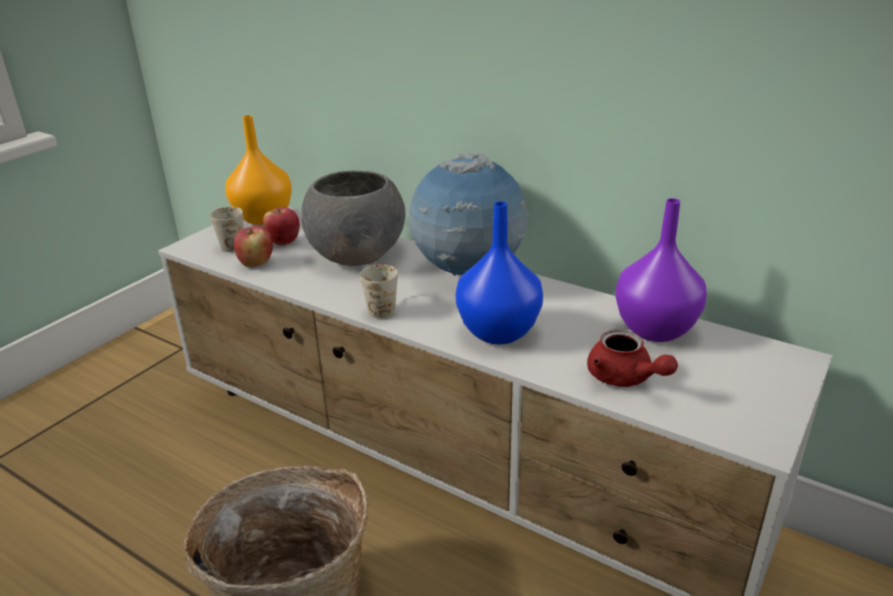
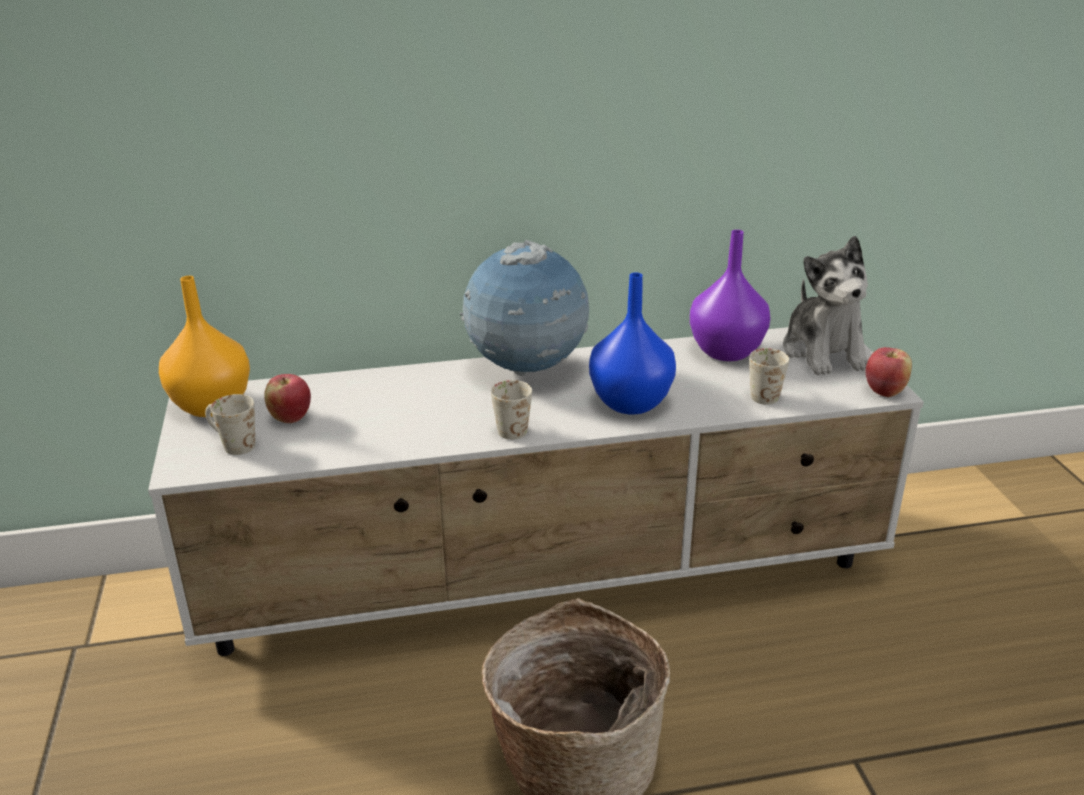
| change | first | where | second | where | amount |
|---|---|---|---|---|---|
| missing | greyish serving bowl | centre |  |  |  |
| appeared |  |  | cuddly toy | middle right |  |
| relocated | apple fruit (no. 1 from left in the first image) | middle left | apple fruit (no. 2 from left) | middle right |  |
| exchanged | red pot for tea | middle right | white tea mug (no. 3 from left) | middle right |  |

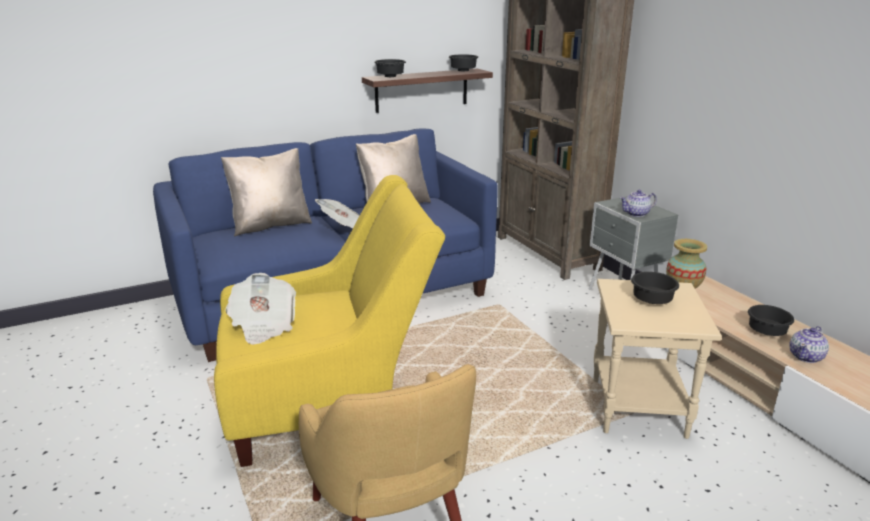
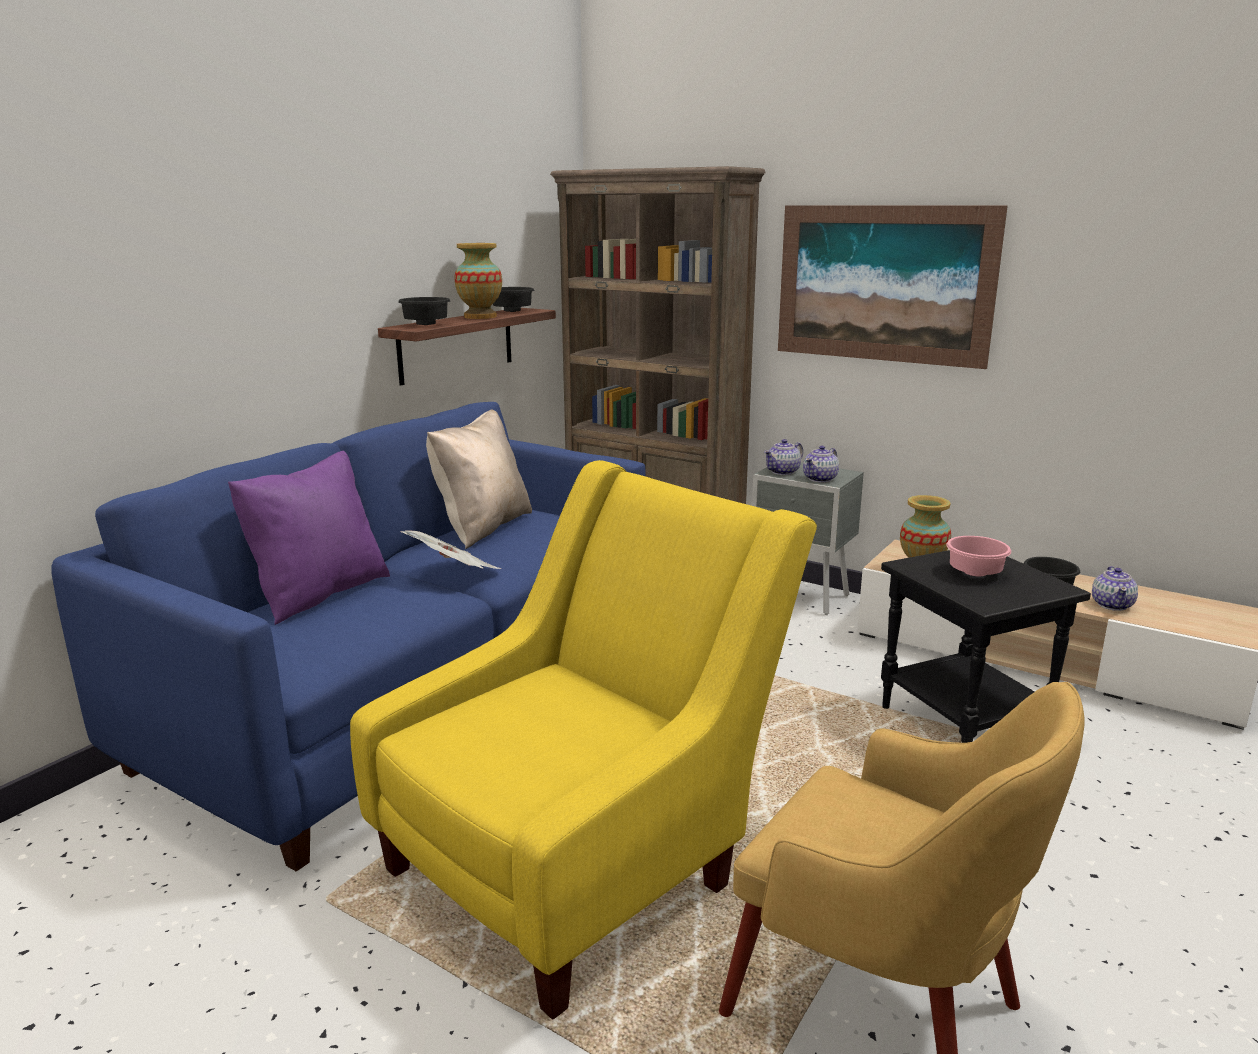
| change | first | where | second | where | amount |
|---|---|---|---|---|---|
| missing | printed paper (no. 1 from left) | middle left |  |  |  |
| appeared |  |  | decorative vase (no. 1 from left) | top centre |  |
| appeared |  |  | pot for tea (no. 1 from left) | centre |  |
| appeared |  |  | wall picture | top right |  |
| colour | beige-coloured cushion (no. 1 from left) | middle left | purplish cushion | middle left |  |
| colour | beige-coloured end table | bottom right | blackish end table | middle right |  |
| colour | blackish serving bowl (no. 3 from left) | middle right | pink-coloured serving bowl | middle right |  |

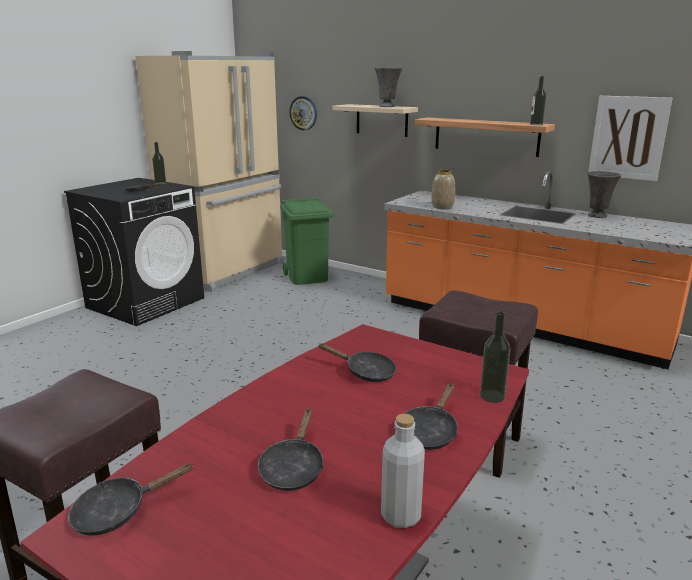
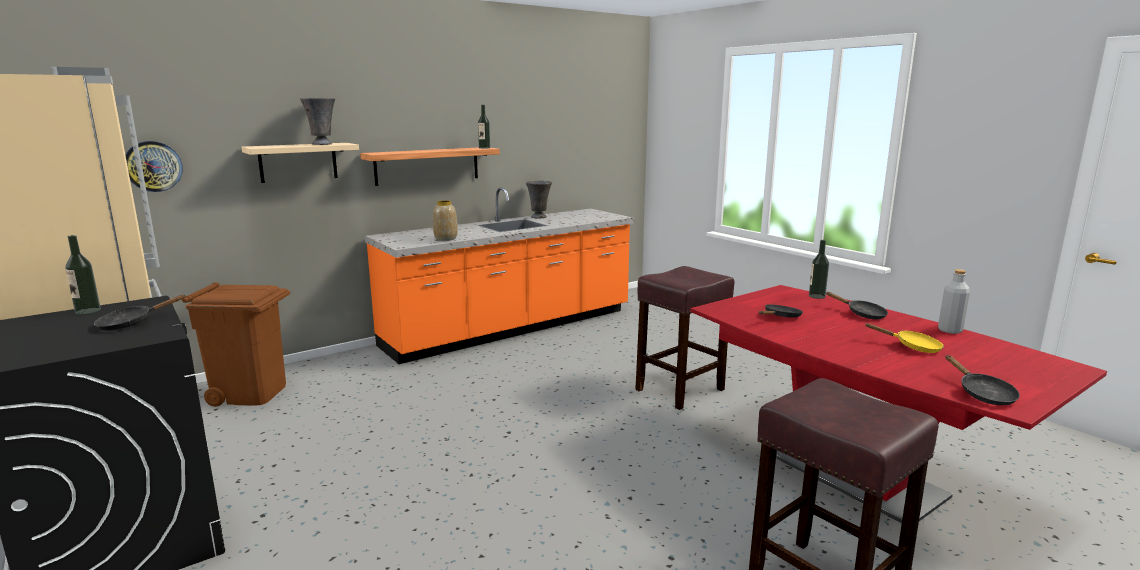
| change | first | where | second | where | amount |
|---|---|---|---|---|---|
| missing | wall picture | top right |  |  |  |
| colour | blackish skillet (no. 3 from left) | bottom centre | yellowish skillet | middle right |  |
| colour | green-coloured rubbish bin | centre | brown rubbish bin | middle left |  |

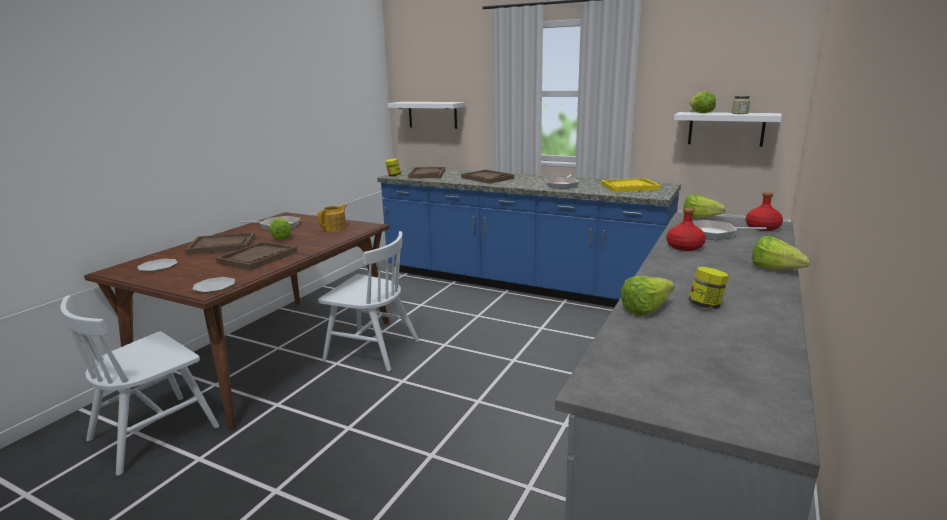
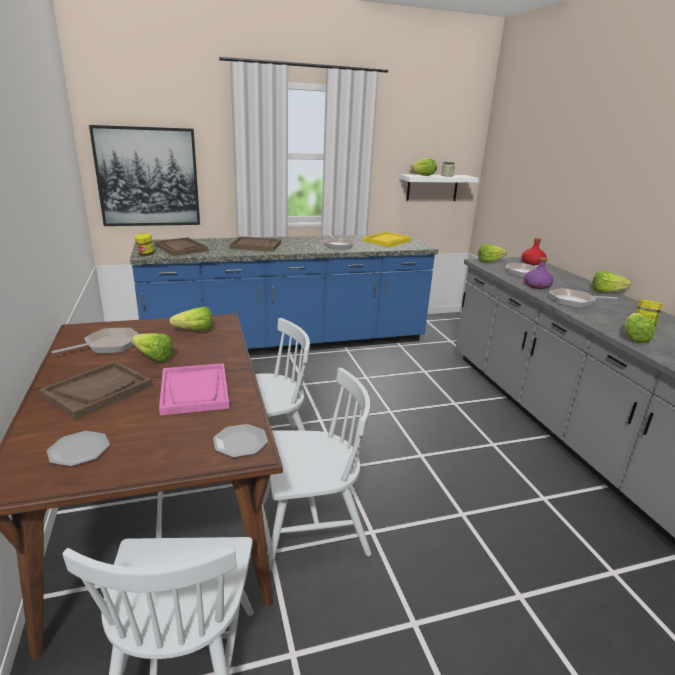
| change | first | where | second | where | amount |
|---|---|---|---|---|---|
| appeared |  |  | white upright chair (no. 3 from left) | bottom centre |  |
| appeared |  |  | skillet (no. 4 from left) | middle right |  |
| exchanged | pot for tea | centre | lettuce head (no. 2 from left) | middle left |  |
| exchanged | white bracket shelf (no. 1 from left) | top centre | wall picture | top left |  |
| colour | brown serving tray (no. 2 from left) | middle left | pink-coloured serving tray | middle left |  |
| colour | red bottle (no. 1 from left) | middle right | purplish bottle | middle right |  |

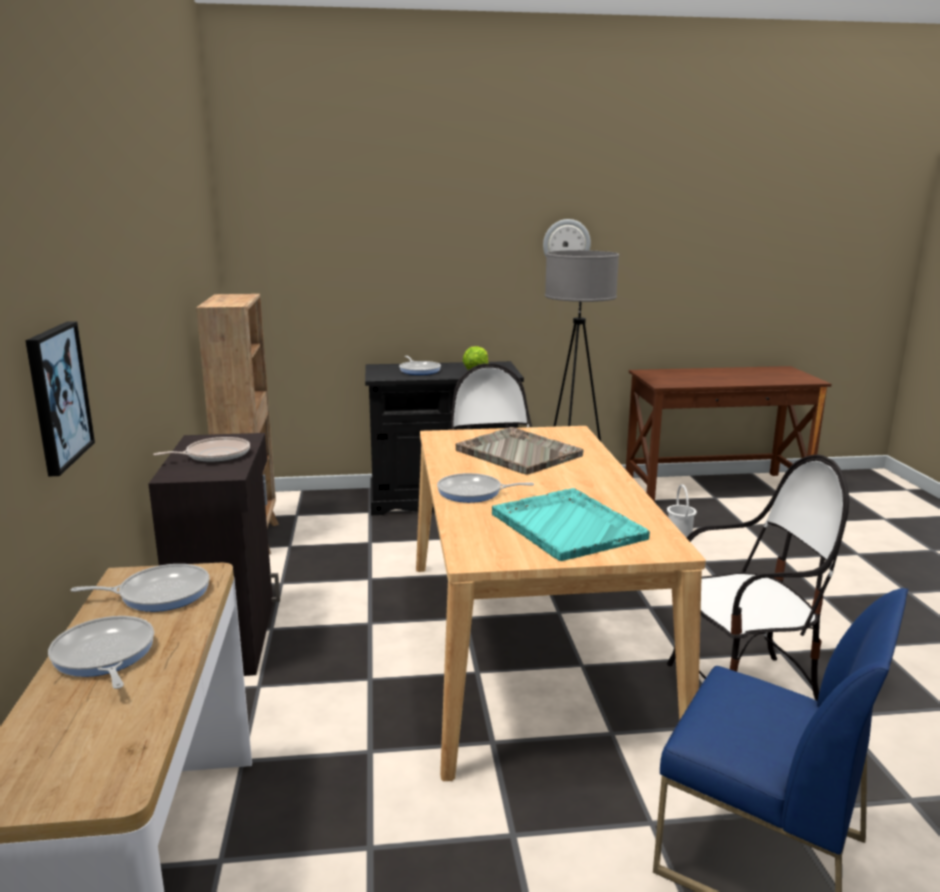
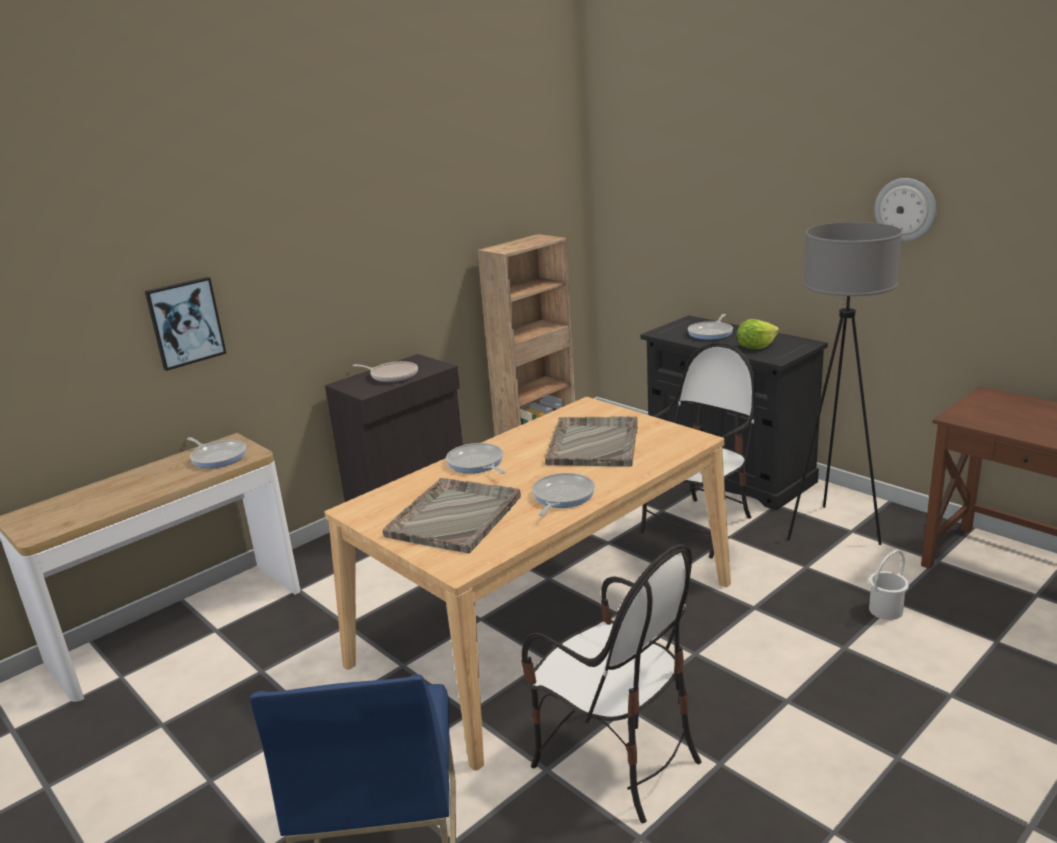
| change | first | where | second | where | amount |
|---|---|---|---|---|---|
| relocated | skillet (no. 1 from left in the first image) | bottom left | skillet (no. 4 from left) | centre |  |
| colour | turquoise-coloured serving tray | centre | greyish serving tray (no. 1 from left) | centre |  |

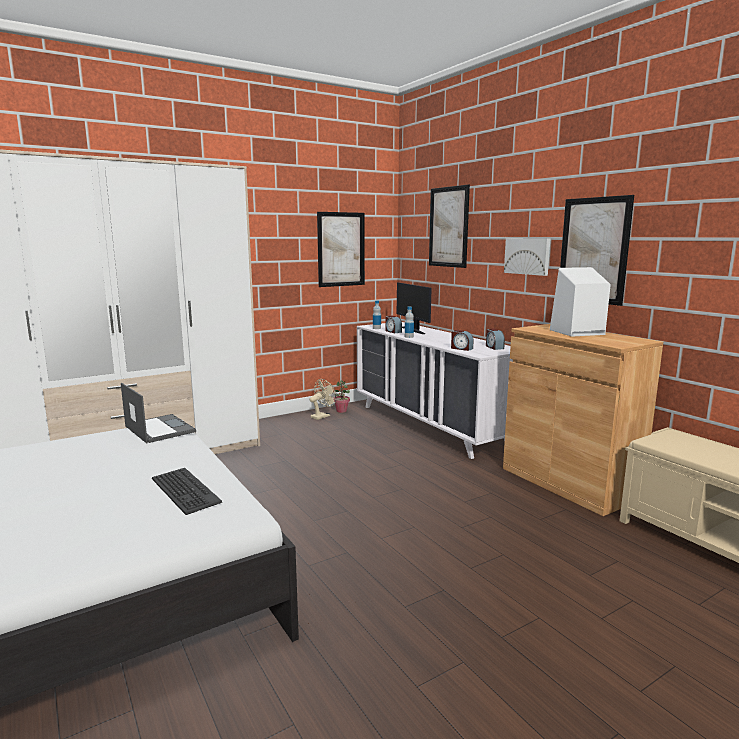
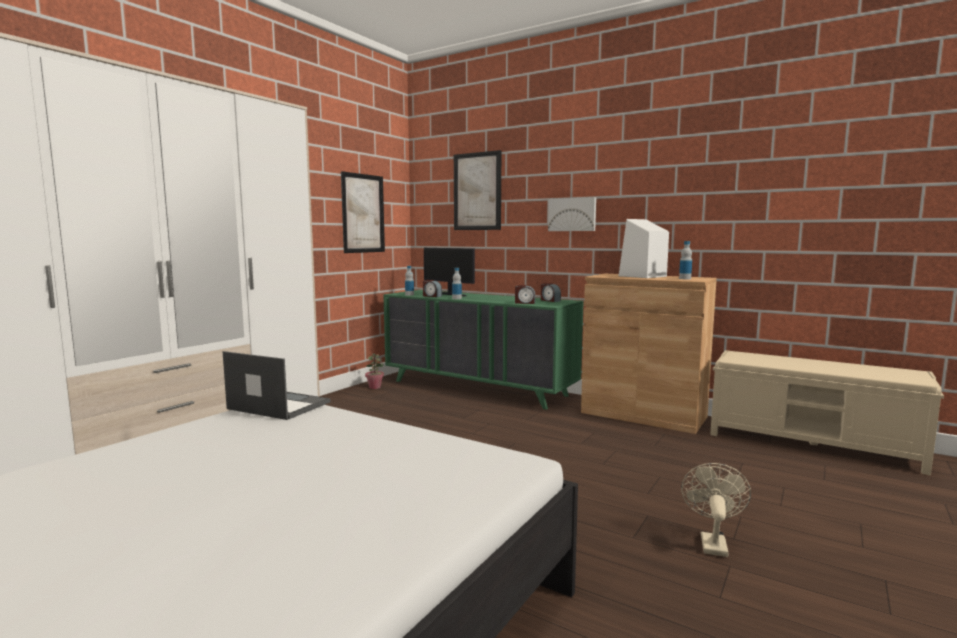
| change | first | where | second | where | amount |
|---|---|---|---|---|---|
| missing | PC keyboard | middle left |  |  |  |
| missing | wall picture (no. 4 from left) | middle right |  |  |  |
| appeared |  |  | bottle (no. 3 from left) | middle right |  |
| relocated | beige-coloured electric fan | centre |  | bottom right |  |
| colour | white drawer chest | centre | green-coloured drawer chest | centre |  |

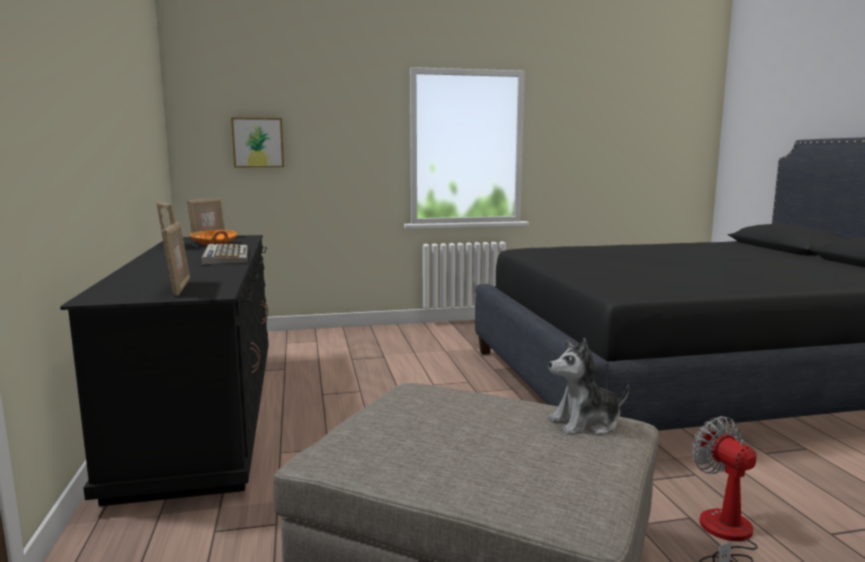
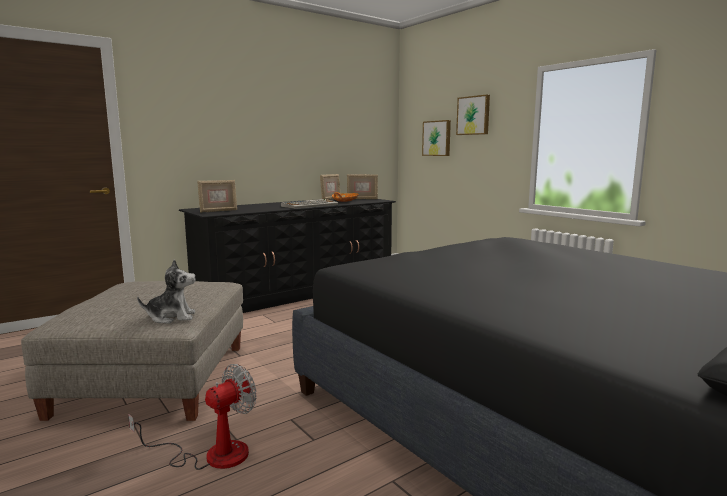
| change | first | where | second | where | amount |
|---|---|---|---|---|---|
| appeared |  |  | wall picture (no. 2 from left) | top centre |  |
| spun | cuddly toy | bottom right |  | middle left | 120 degrees clockwise |

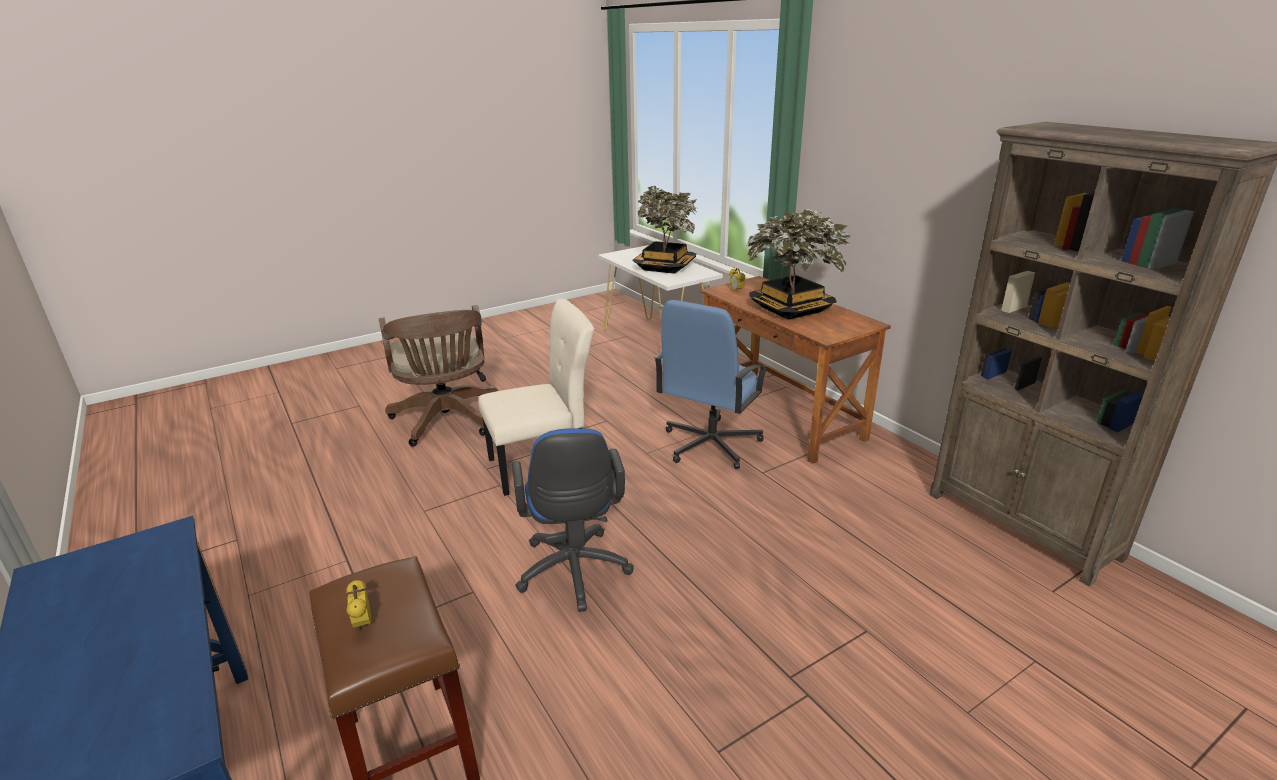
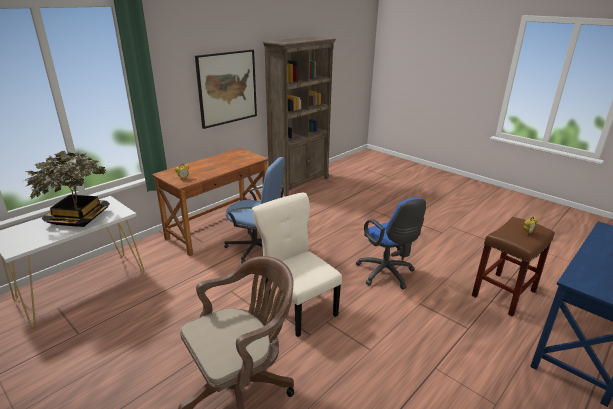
| change | first | where | second | where | amount |
|---|---|---|---|---|---|
| missing | plant in a pot (no. 2 from left) | centre |  |  |  |
| appeared |  |  | wall picture | top centre |  |
| spun | blue-coloured computer chair (no. 1 from left in the first image) | bottom centre | blue-coloured computer chair (no. 2 from left) | centre | 90 degrees clockwise |

